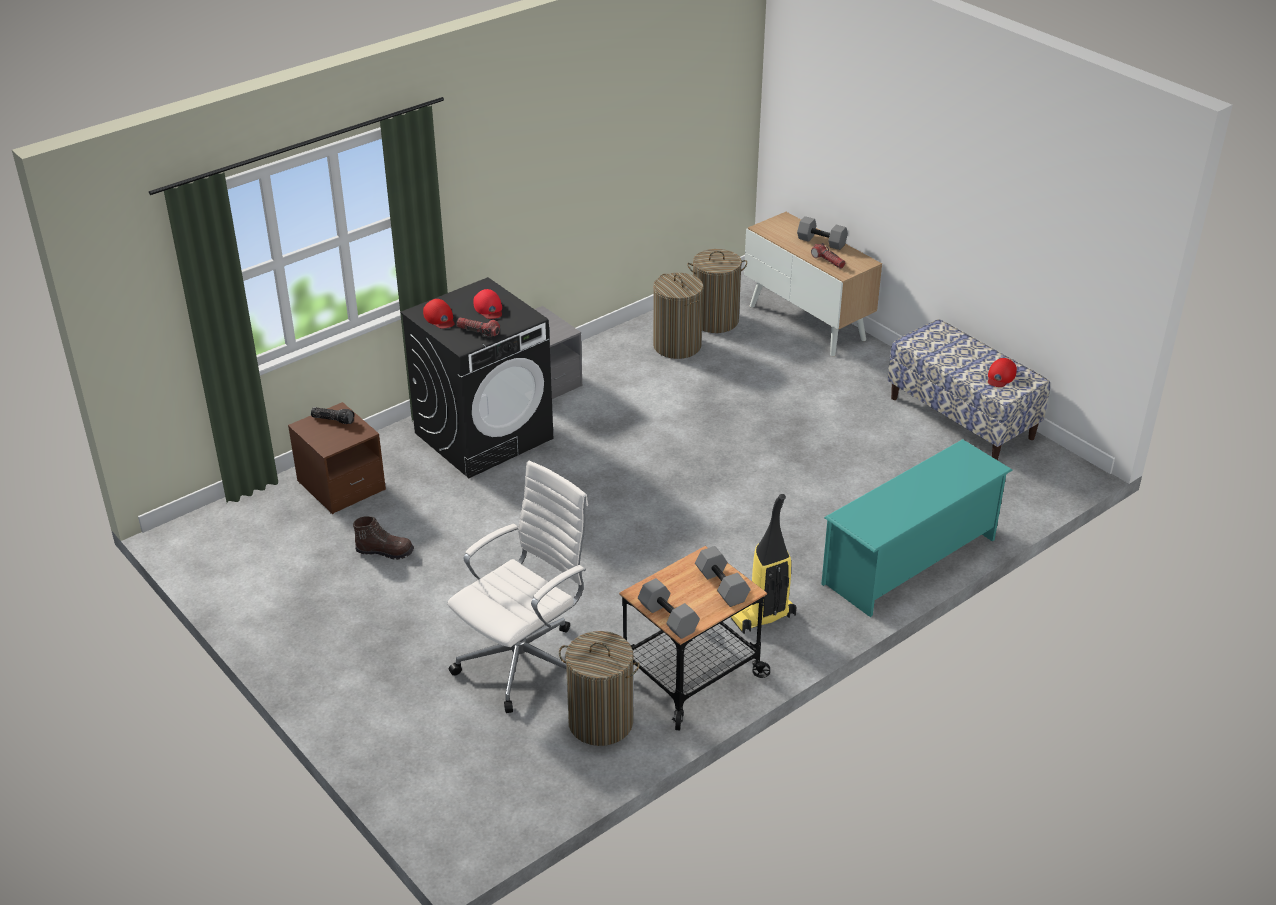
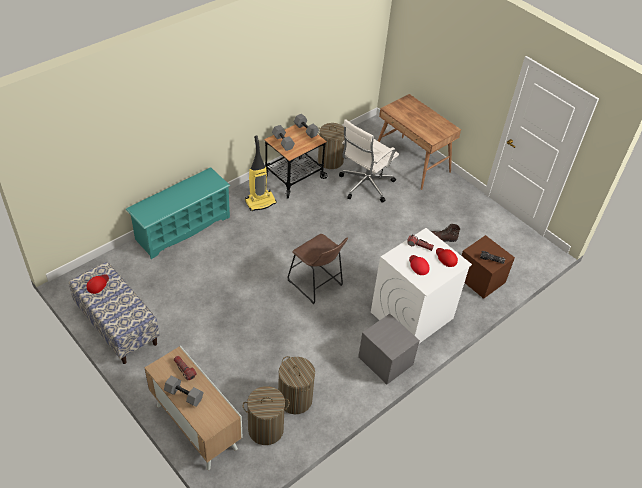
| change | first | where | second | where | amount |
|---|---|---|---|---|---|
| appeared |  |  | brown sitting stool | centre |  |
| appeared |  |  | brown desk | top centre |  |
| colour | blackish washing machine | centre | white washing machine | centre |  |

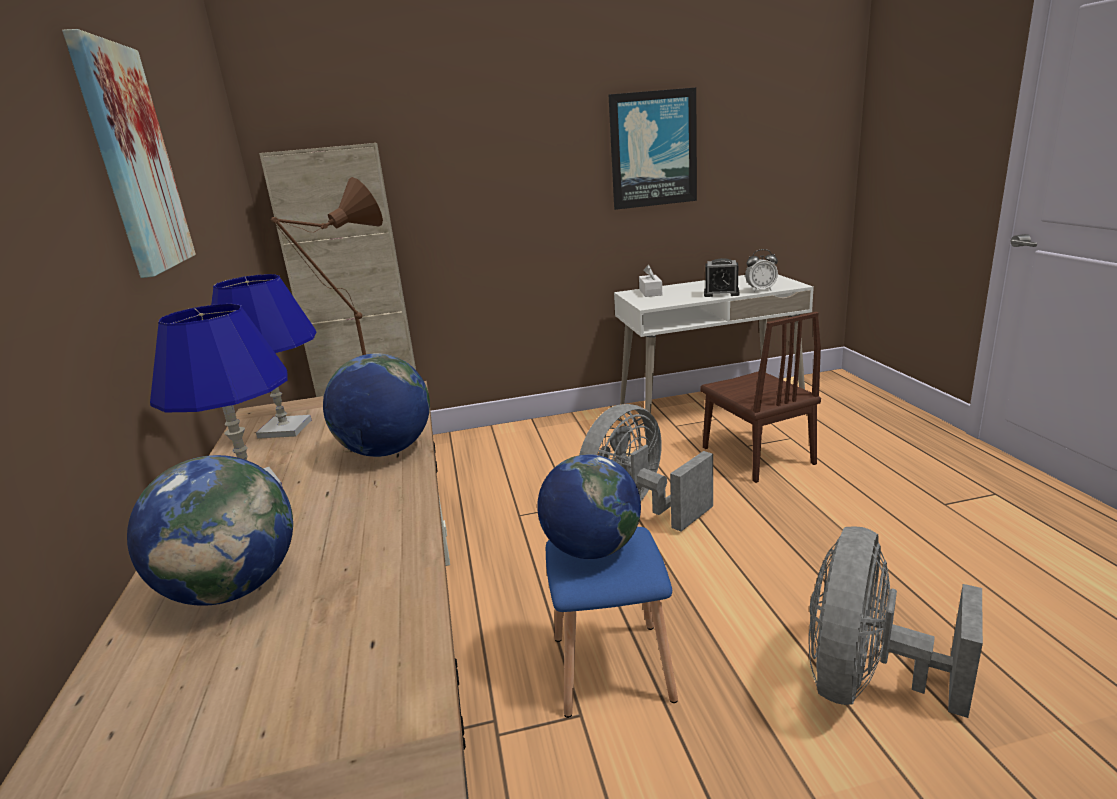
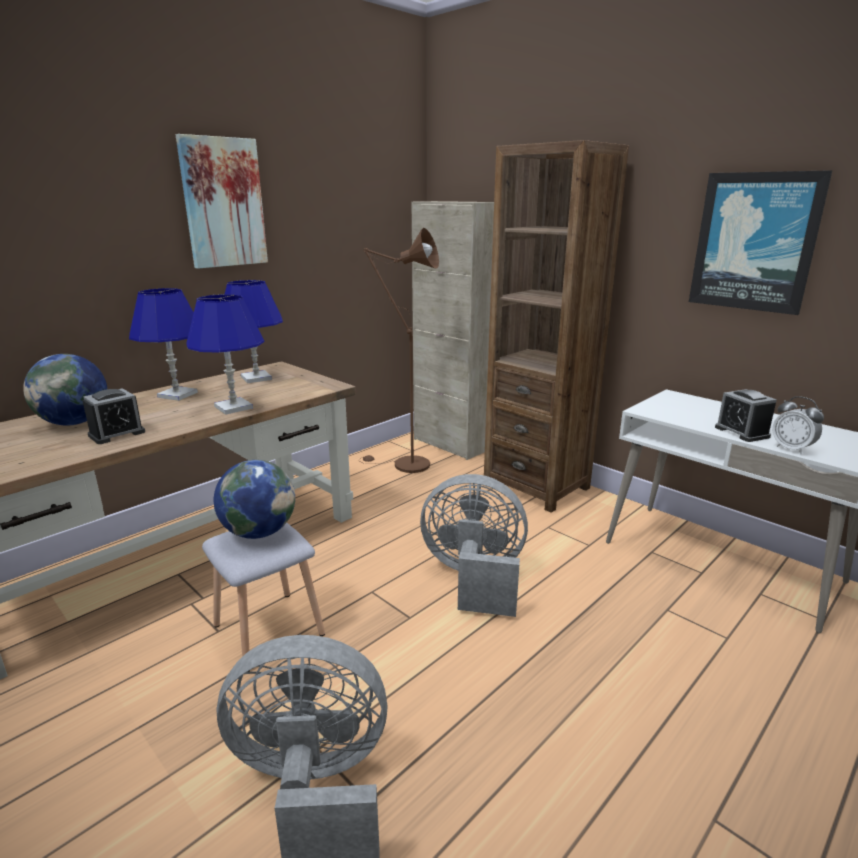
| change | first | where | second | where | amount |
|---|---|---|---|---|---|
| missing | white box of tissues | centre |  |  |  |
| missing | brown upright chair | middle right |  |  |  |
| appeared |  |  | bedside clock (no. 1 from left) | middle left |  |
| appeared |  |  | brown bookshelf | centre |  |
| exchanged | world globe (no. 2 from left) | centre | blue-coloured lamp for a table (no. 2 from left) | middle left |  |
| colour | blue-coloured sitting stool | bottom centre | greyish sitting stool | bottom left |  |

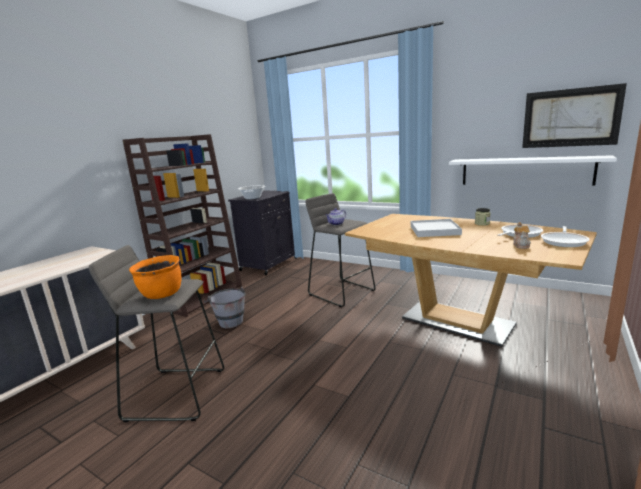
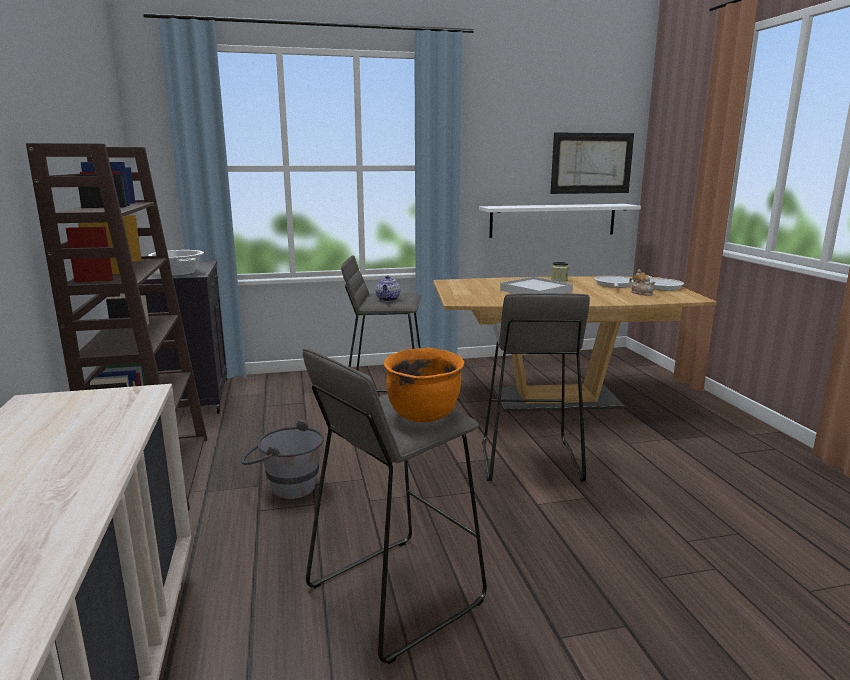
| change | first | where | second | where | amount |
|---|---|---|---|---|---|
| appeared |  |  | greyish sitting stool (no. 3 from left) | centre |  |

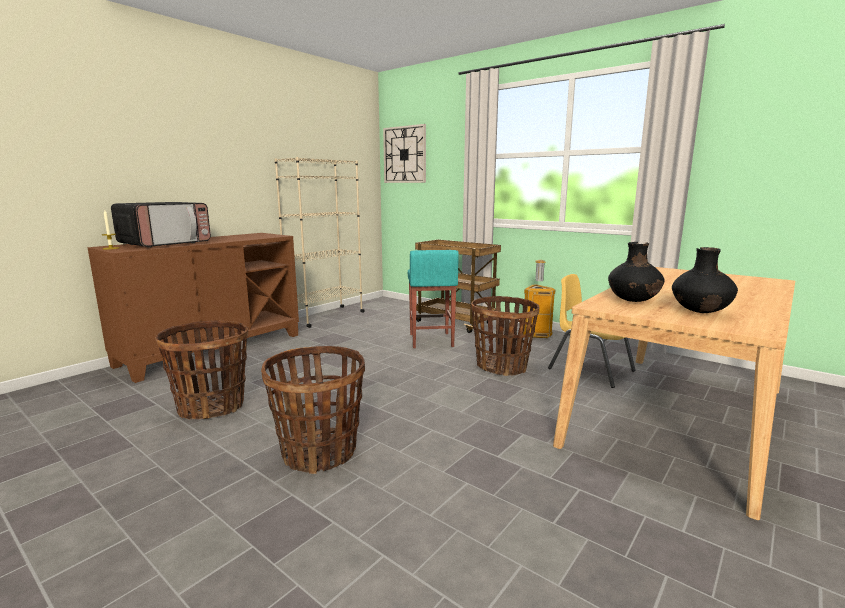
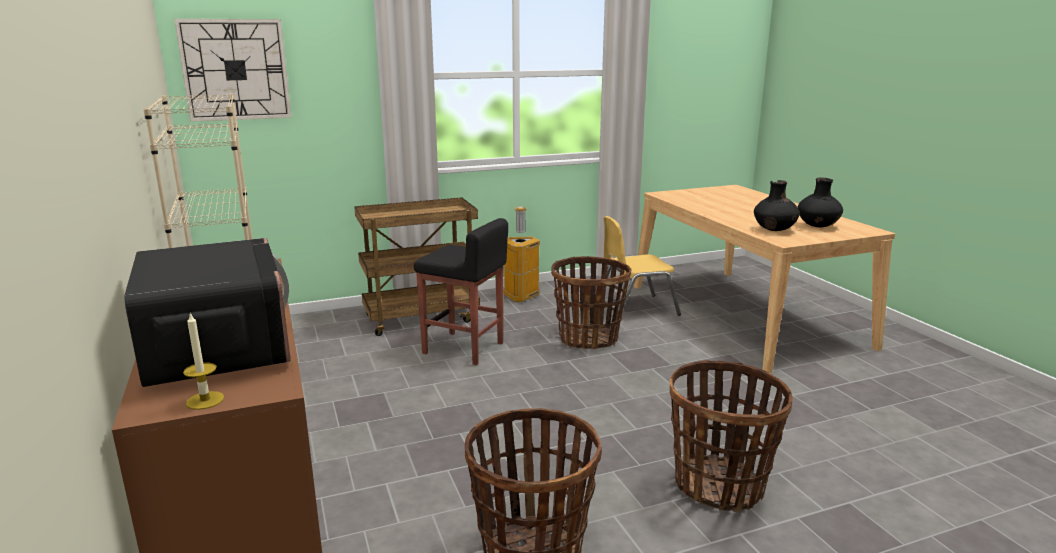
| change | first | where | second | where | amount |
|---|---|---|---|---|---|
| colour | turquoise-coloured sitting stool | centre | blackish sitting stool | centre |  |

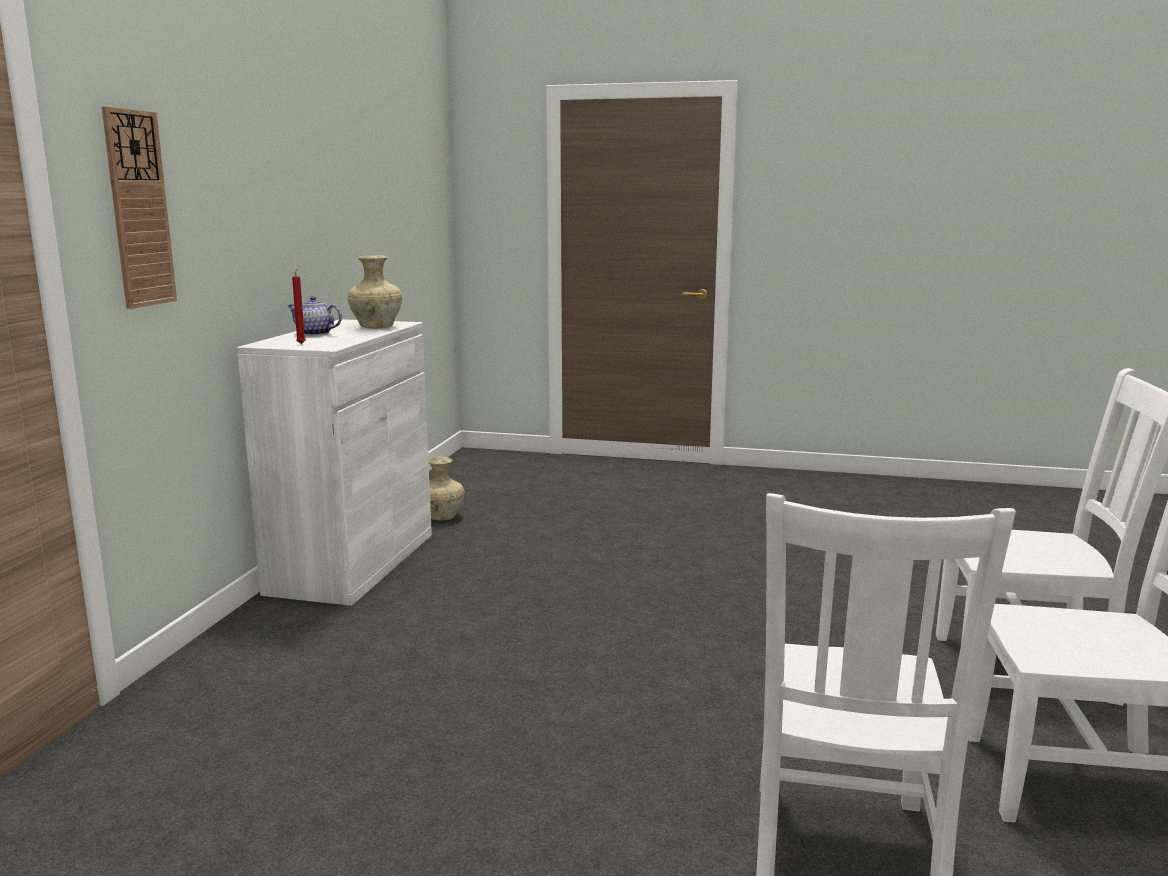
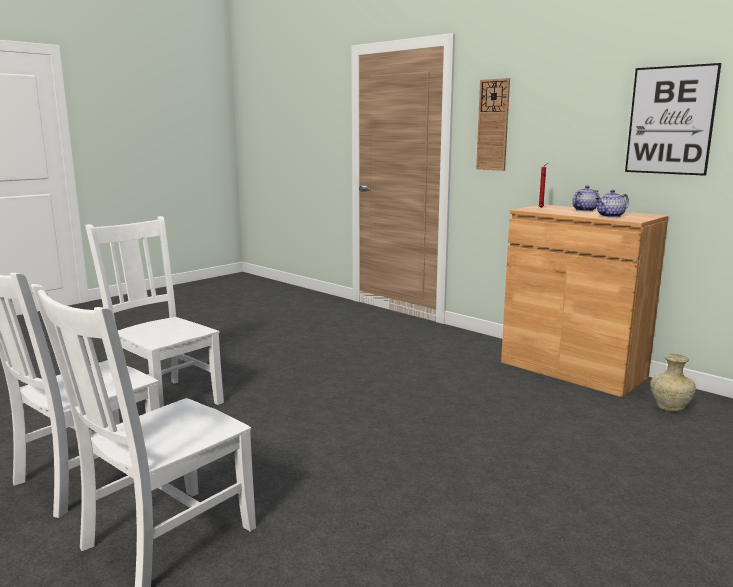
| change | first | where | second | where | amount |
|---|---|---|---|---|---|
| appeared |  |  | wall picture | top right |  |
| exchanged | beige-coloured decorative vase (no. 1 from left) | middle left | pot for tea (no. 2 from left) | middle right |  |
| colour | white cupboard | middle left | brown cupboard | middle right |  |

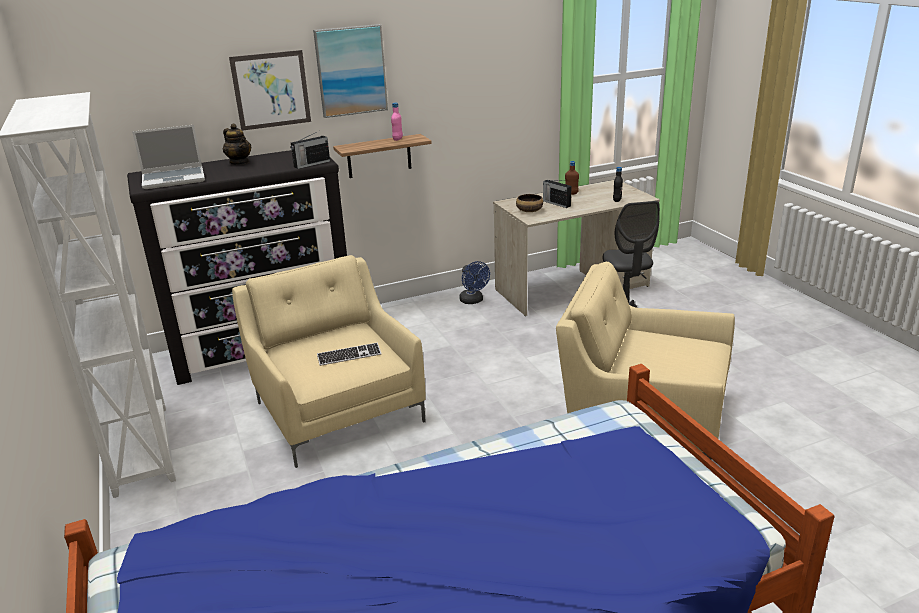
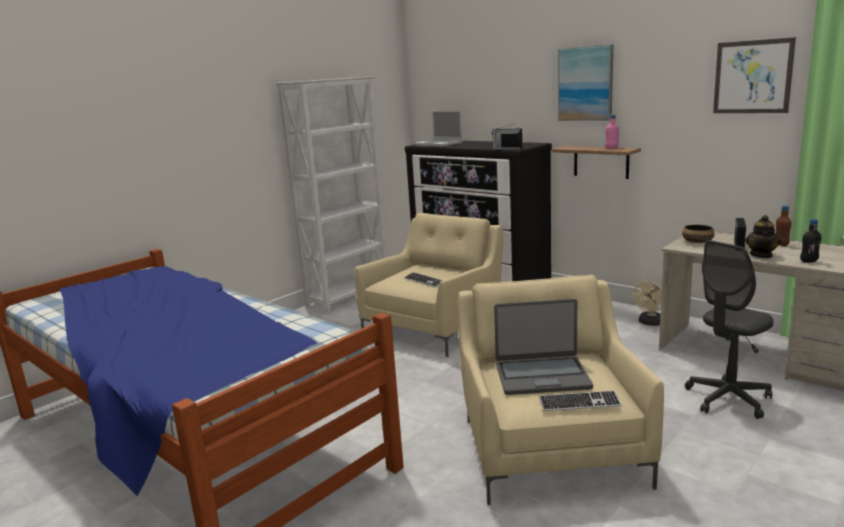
| change | first | where | second | where | amount |
|---|---|---|---|---|---|
| appeared |  |  | notebook computer (no. 2 from left) | centre |  |
| appeared |  |  | PC keyboard (no. 2 from left) | bottom right |  |
| relocated | pot for tea | top left |  | middle right |  |
| relocated | wall picture (no. 1 from left in the first image) | top left | wall picture (no. 2 from left) | top right |  |
| colour | blue-coloured electric fan | centre | beige-coloured electric fan | middle right |  |

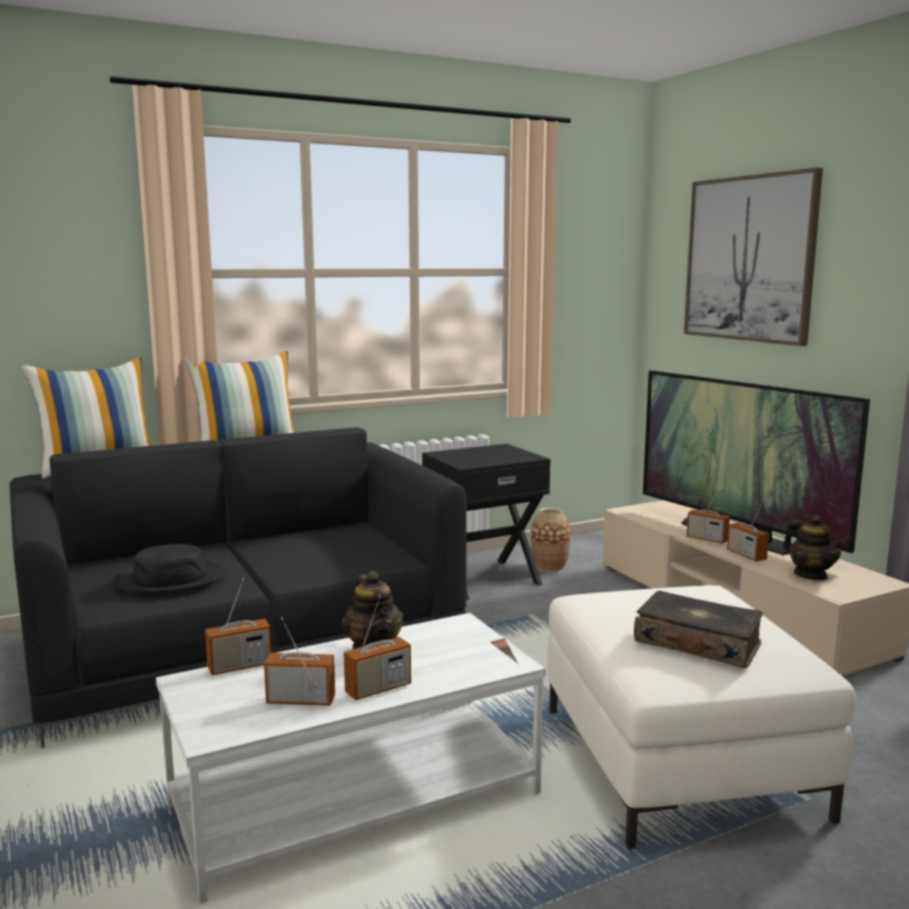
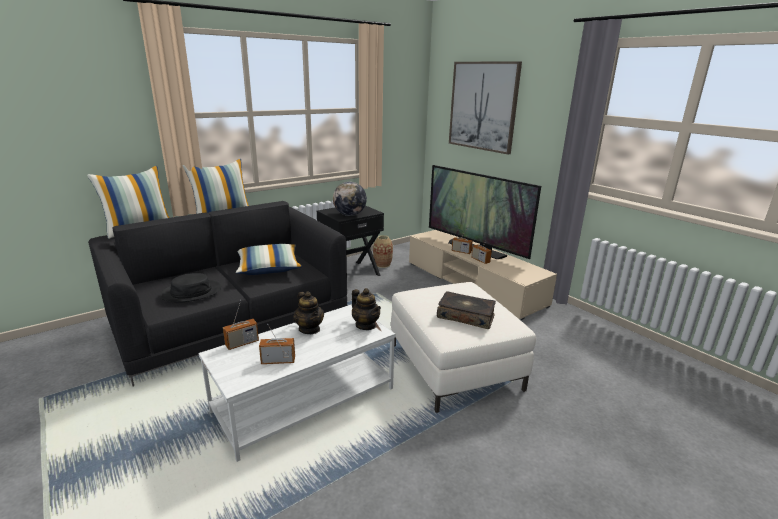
| change | first | where | second | where | amount |
|---|---|---|---|---|---|
| missing | radio receiver (no. 3 from left) | bottom centre |  |  |  |
| appeared |  |  | cushion (no. 3 from left) | centre |  |
| appeared |  |  | world globe | centre |  |
| relocated | pot for tea (no. 2 from left) | middle right |  | centre |  |

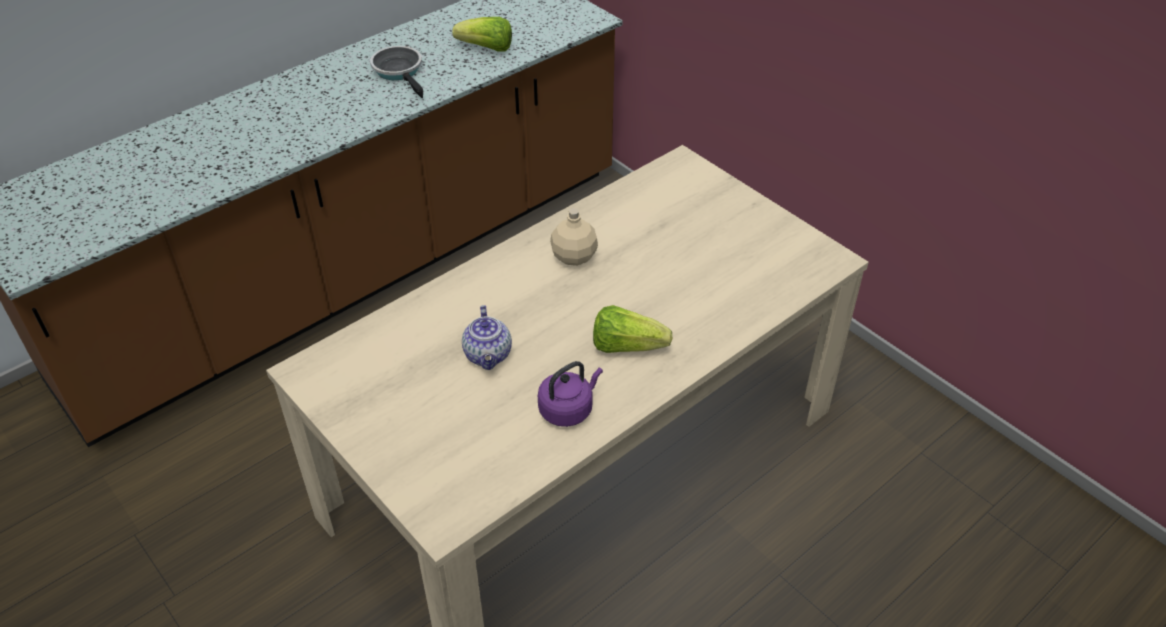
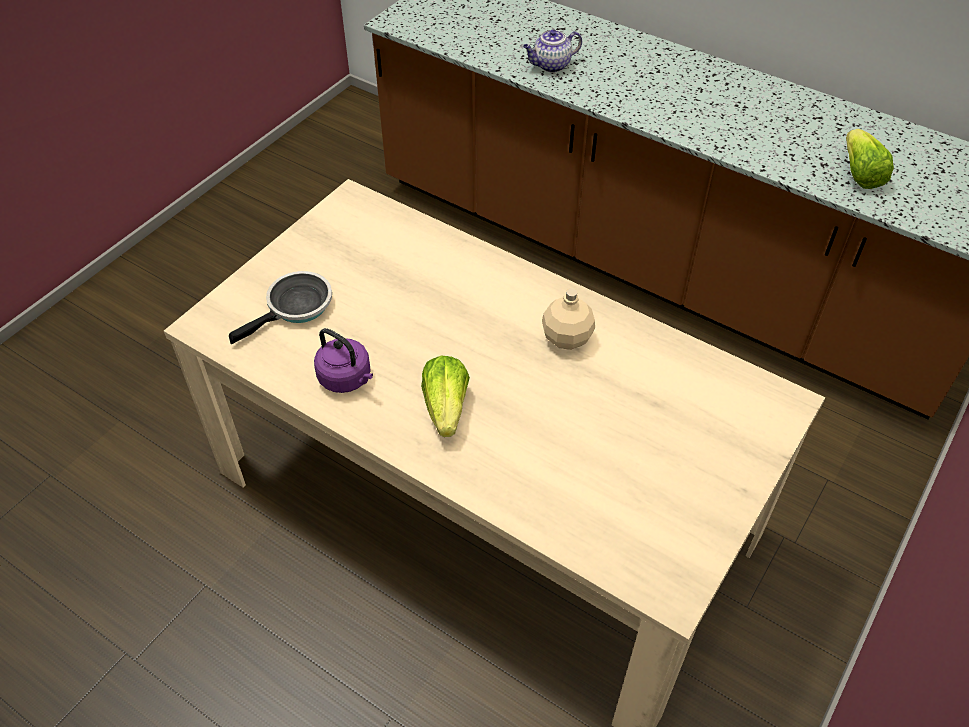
| change | first | where | second | where | amount |
|---|---|---|---|---|---|
| relocated | skillet | top centre |  | middle left |  |
| relocated | pot for tea | centre |  | top centre |  |

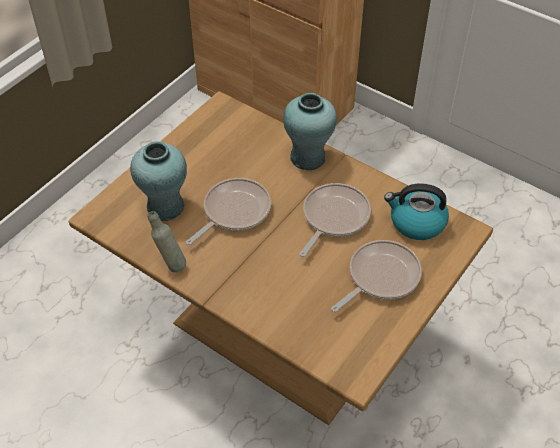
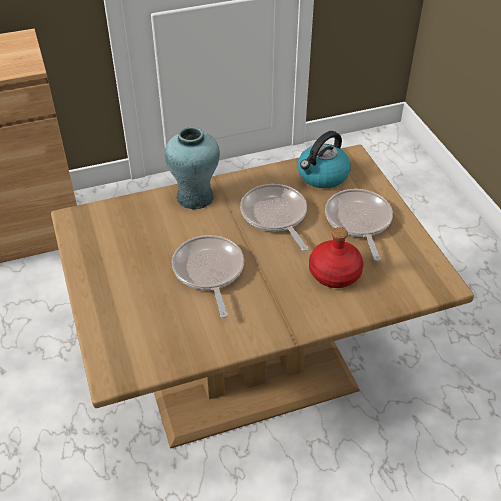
| change | first | where | second | where | amount |
|---|---|---|---|---|---|
| missing | turquoise-coloured decorative vase (no. 1 from left) | middle left |  |  |  |
| missing | greyish bottle | middle left |  |  |  |
| appeared |  |  | red bottle | middle right |  |

